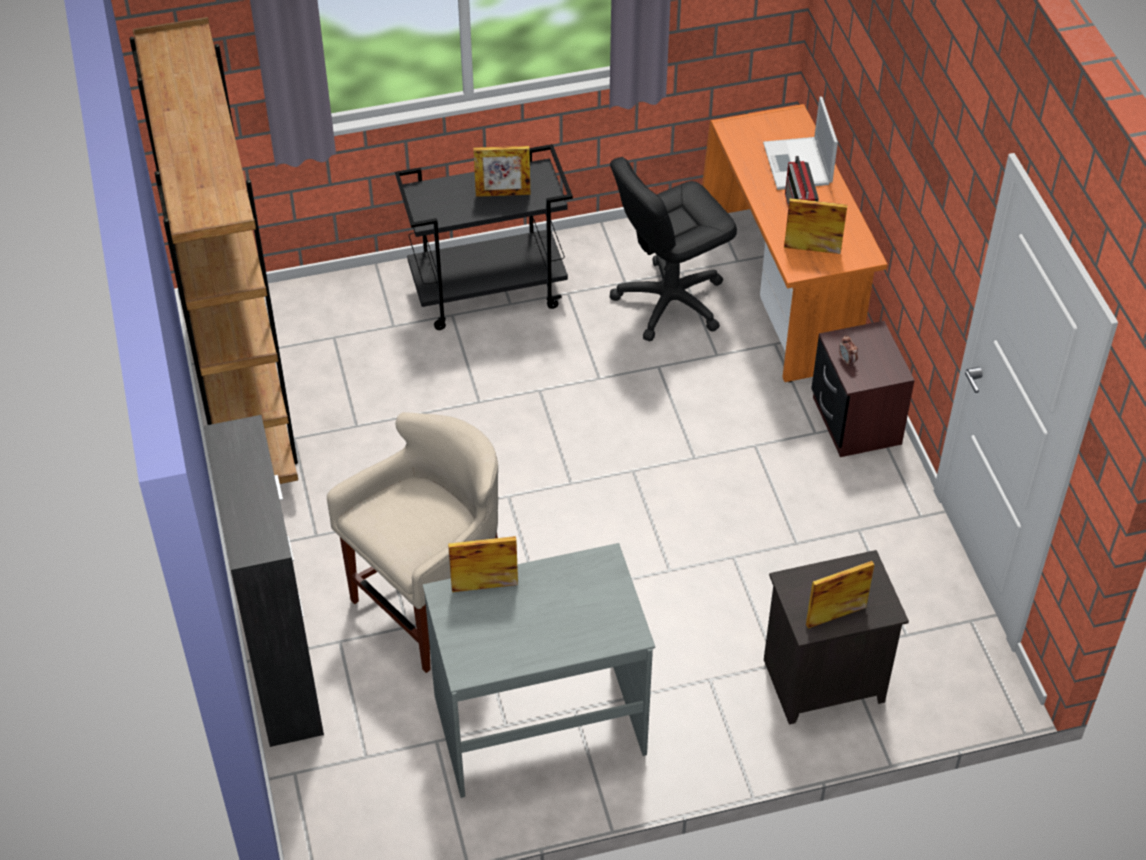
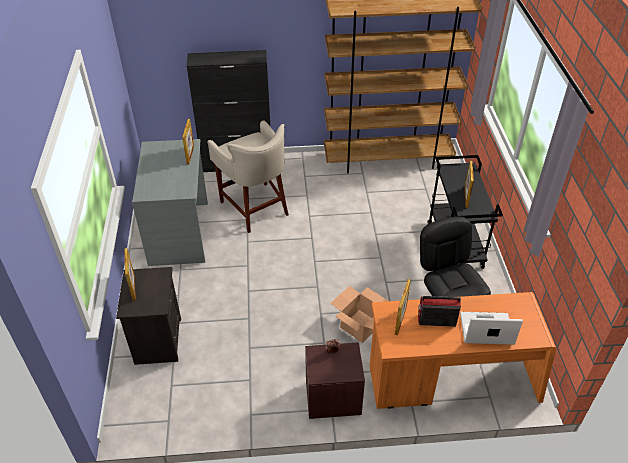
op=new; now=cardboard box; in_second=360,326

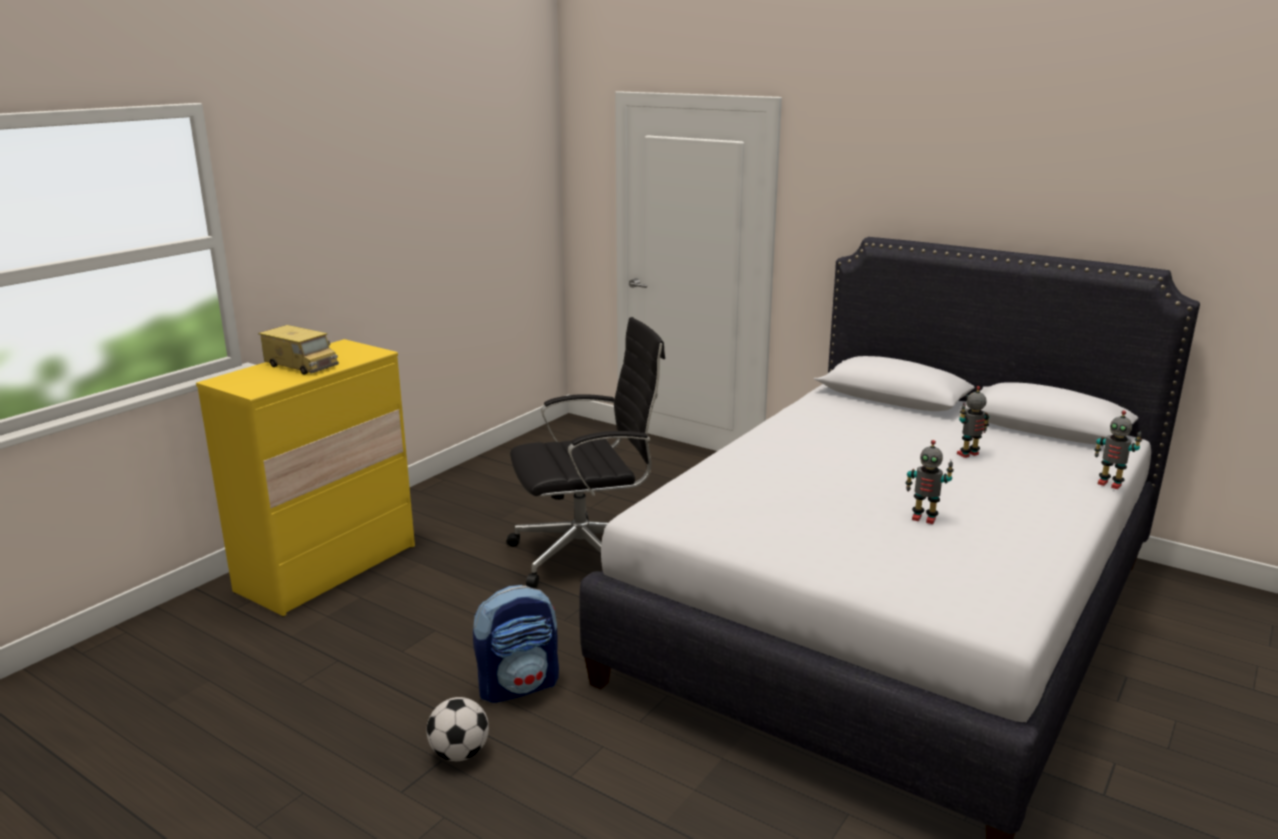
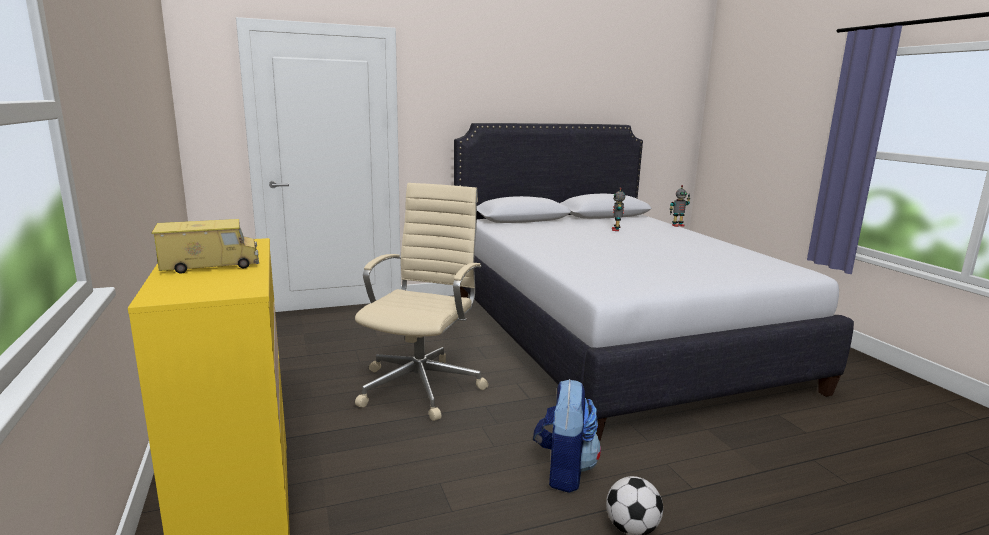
op=repainted; was=office chair/black; now=office chair/beige; in_first=587,554; in_second=422,385
op=gone; was=toy robot; in_first=924,518

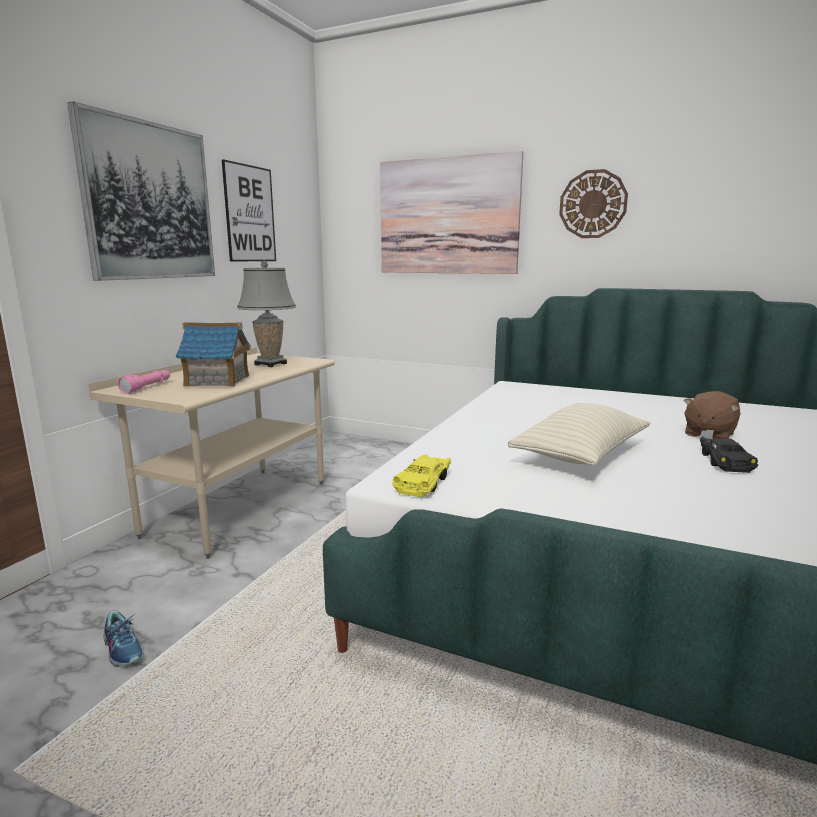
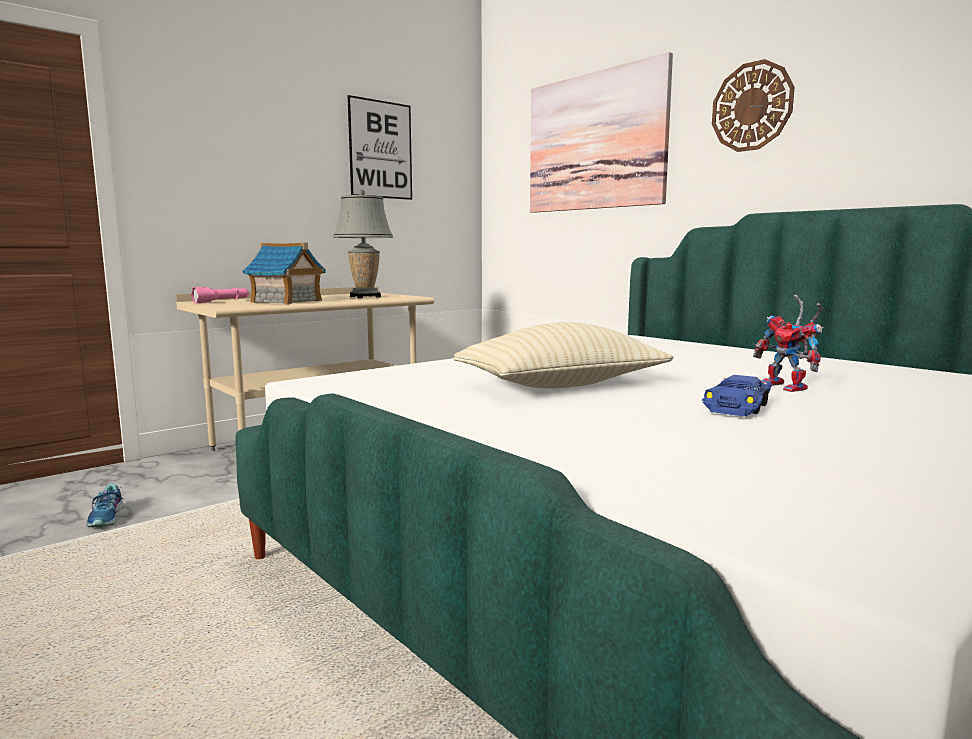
op=gone; was=picture; in_first=149,202
op=swapped; was=plush toy/brown; now=toy robot; in_first=708,434; in_second=789,387
op=repainted; was=toy car/black; now=toy car/blue; in_first=724,461; in_second=740,407
op=gone; was=toy car/yellow; in_first=424,483

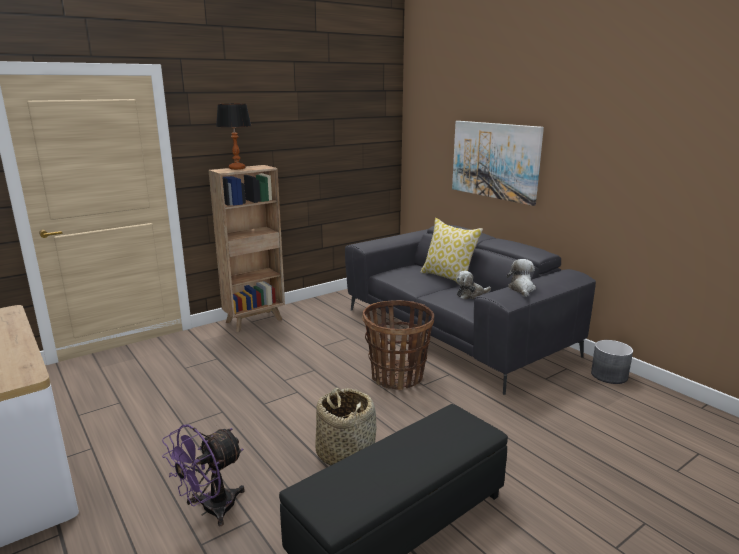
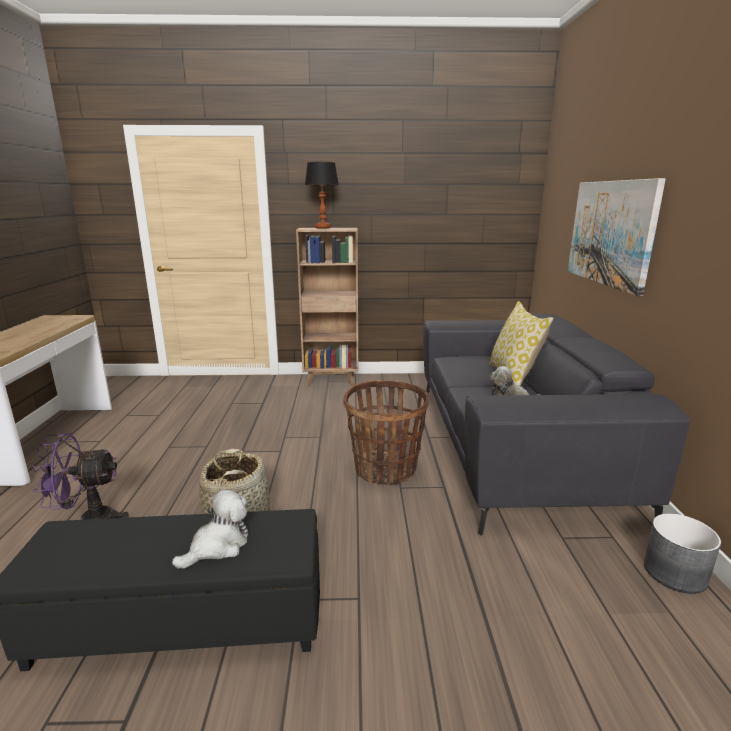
op=shifted; was=plush toy; in_first=521,289; in_second=218,546

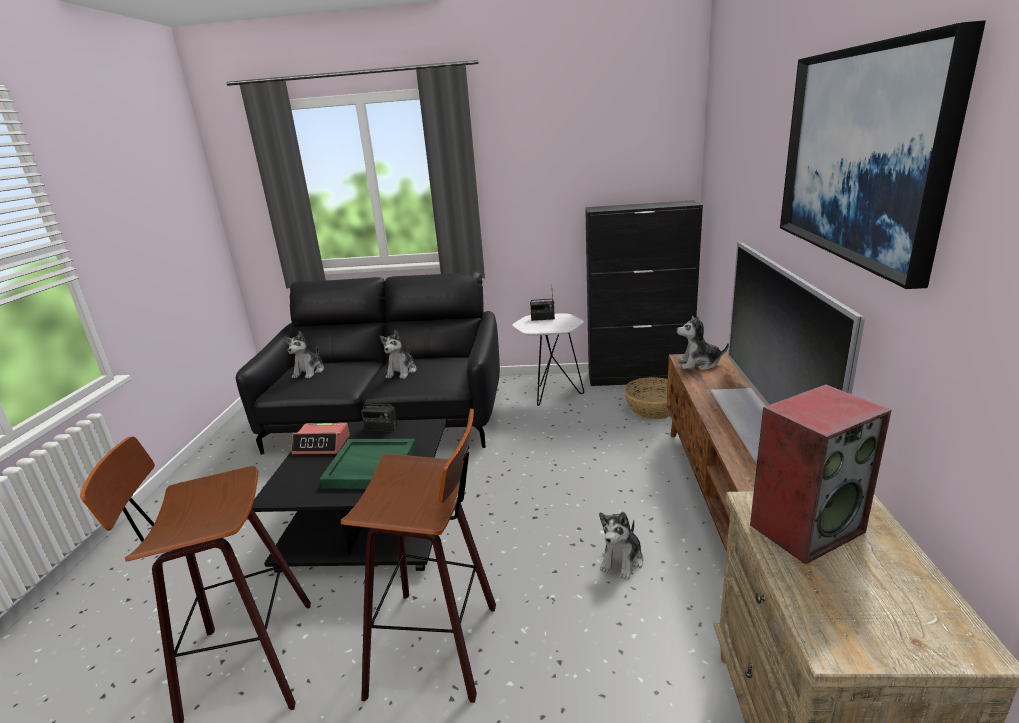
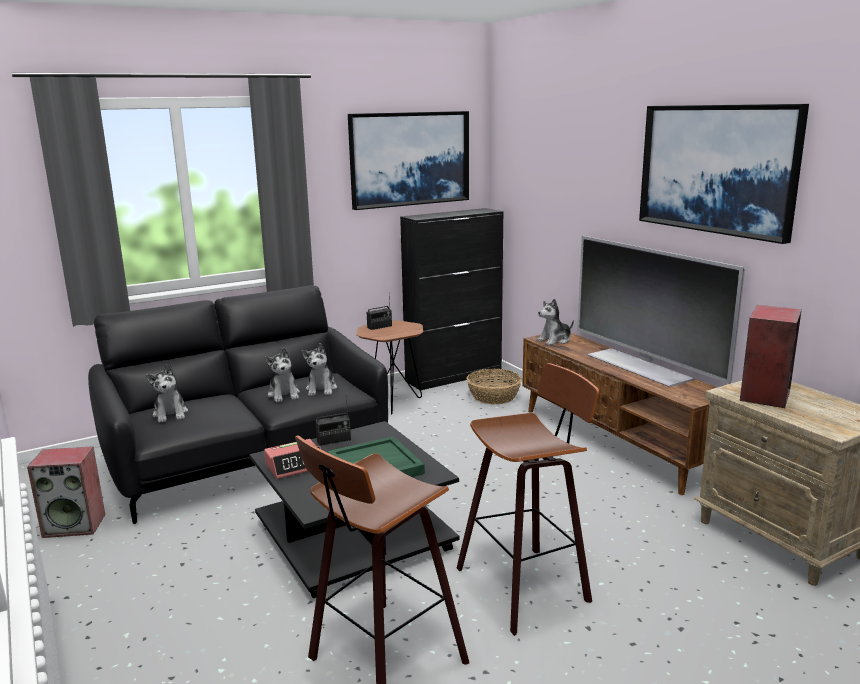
op=repainted; was=side table/white; now=side table/brown; in_first=551,395; in_second=392,404
op=shifted; was=plush toy; in_first=622,560; in_second=321,389
op=new; now=picture; in_second=409,159
op=new; now=speaker; in_second=75,525

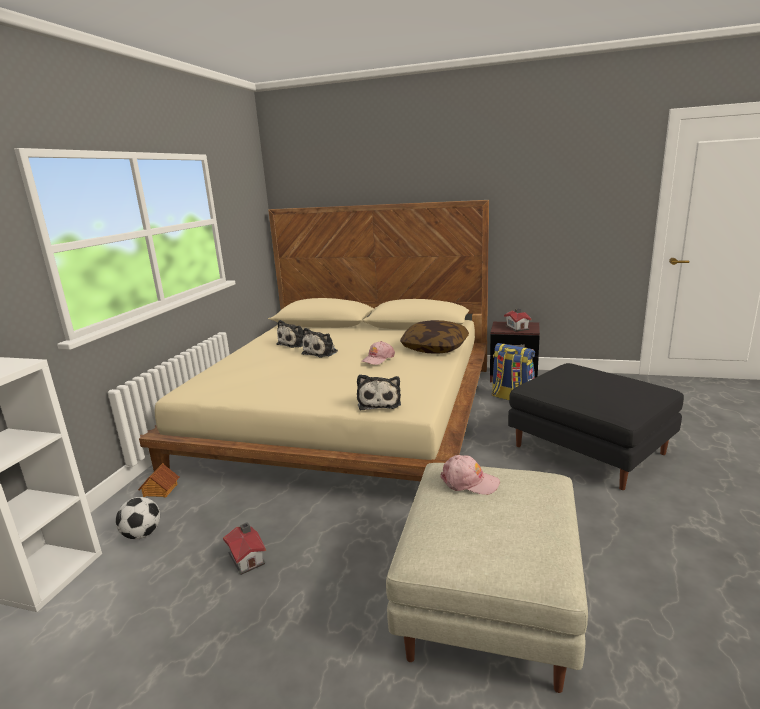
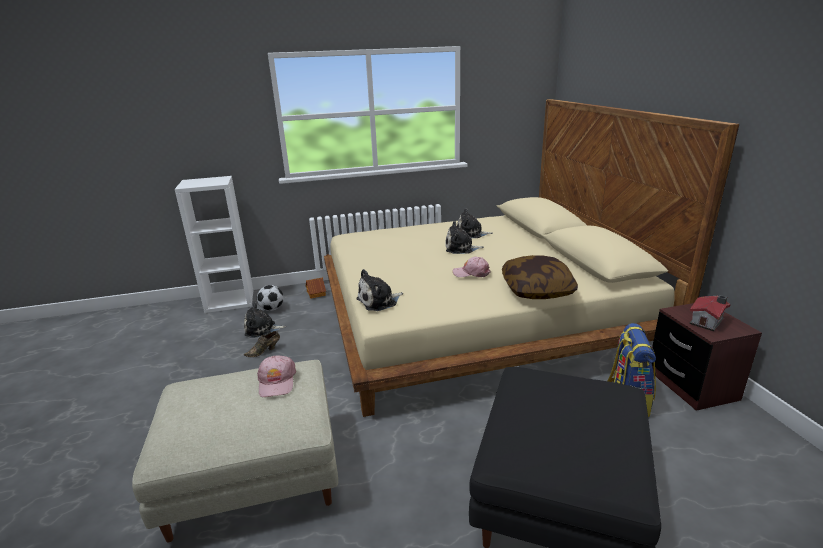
op=swapped; was=toy house; now=shoe/brown; in_first=247,558; in_second=264,351
op=new; now=plush toy; in_second=262,329

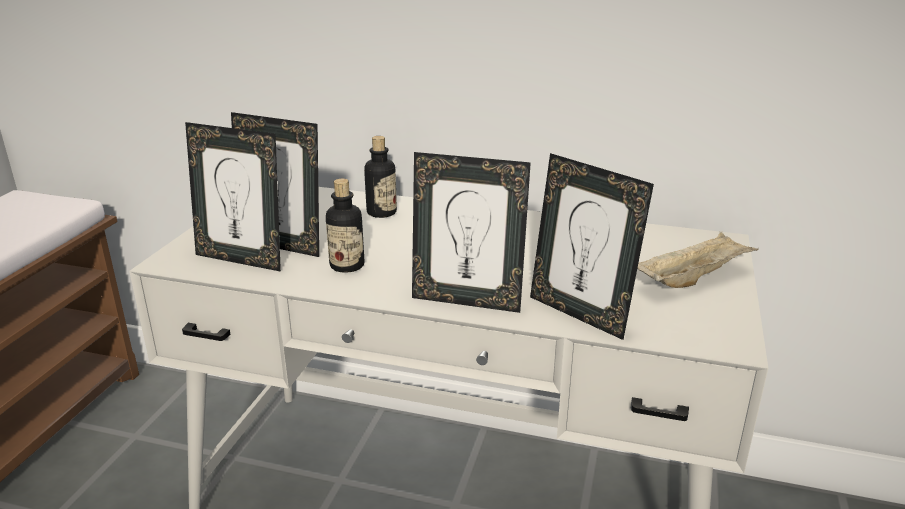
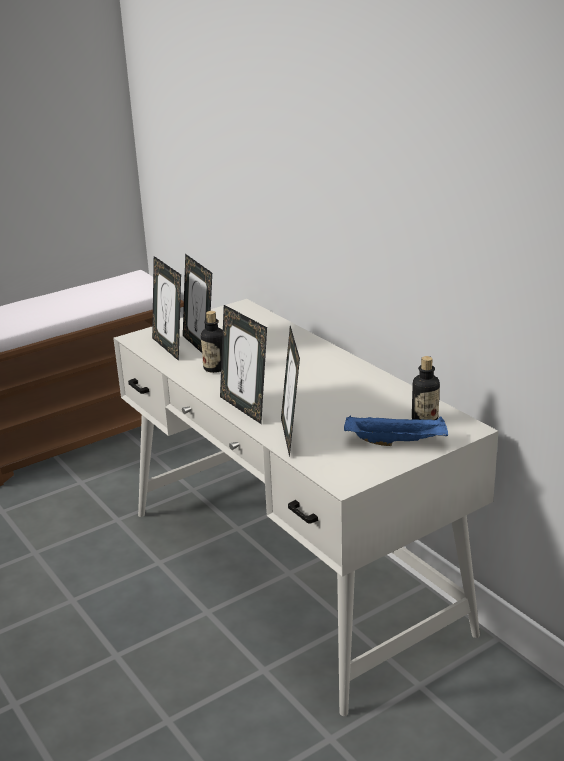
op=shifted; was=bottle; in_first=381,212; in_second=424,420
op=repainted; was=tray/beige; now=tray/blue; in_first=692,278; in_second=397,442

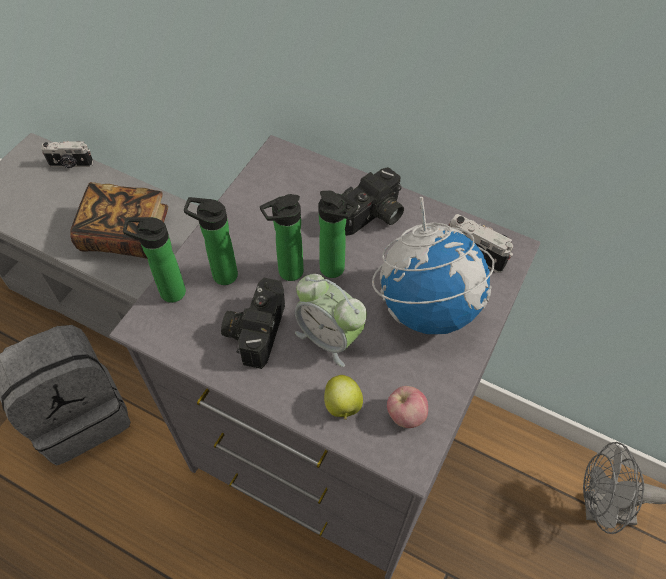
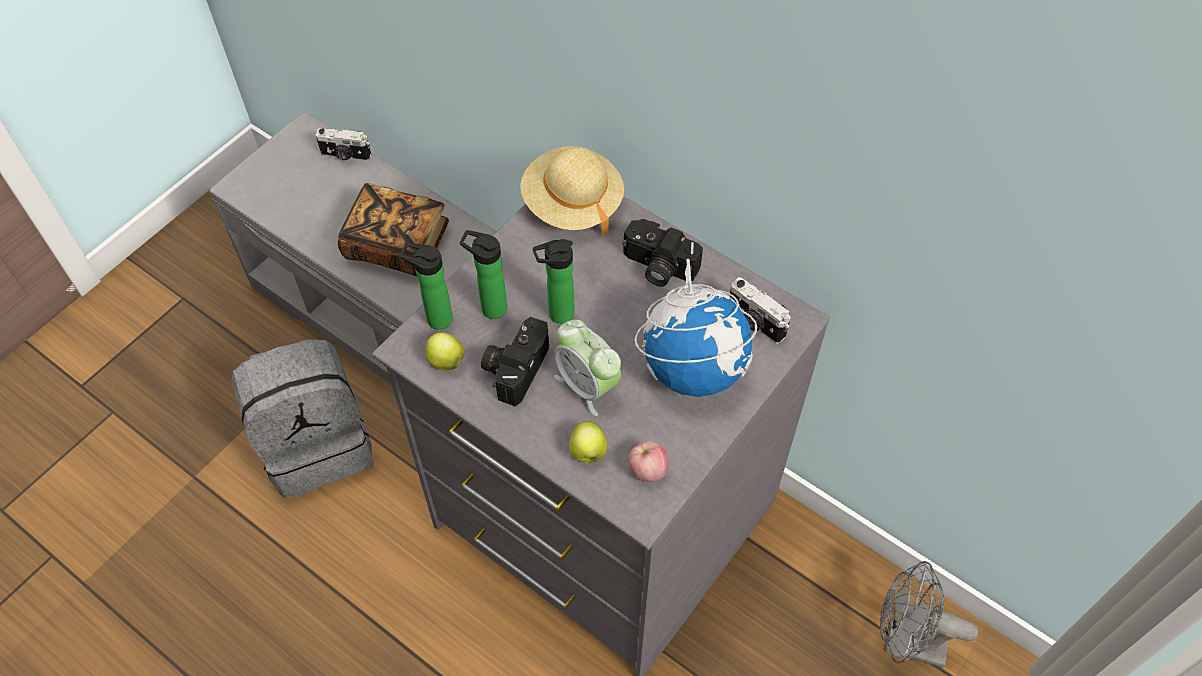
op=rotated; was=photo camera; in_first=372,216; in_second=657,267; clockwise=60
op=gone; was=bottle; in_first=335,270
op=new; now=hat/beige; in_second=572,204
op=new; now=apple; in_second=445,361

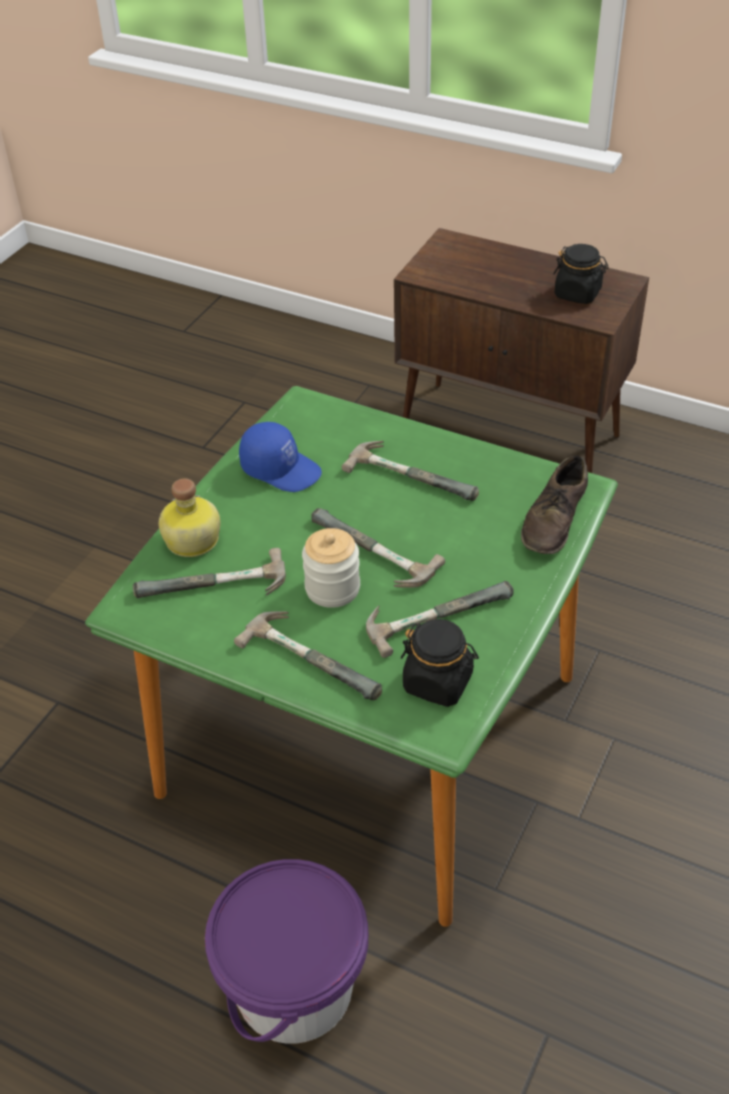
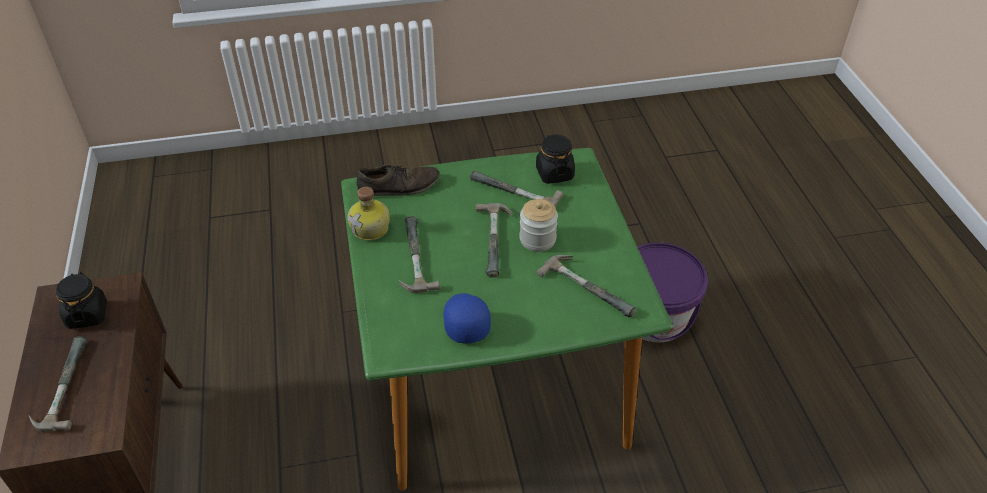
op=shifted; was=bottle; in_first=191,541; in_second=371,229
op=shifted; was=hammer; in_first=317,656; in_second=60,386

